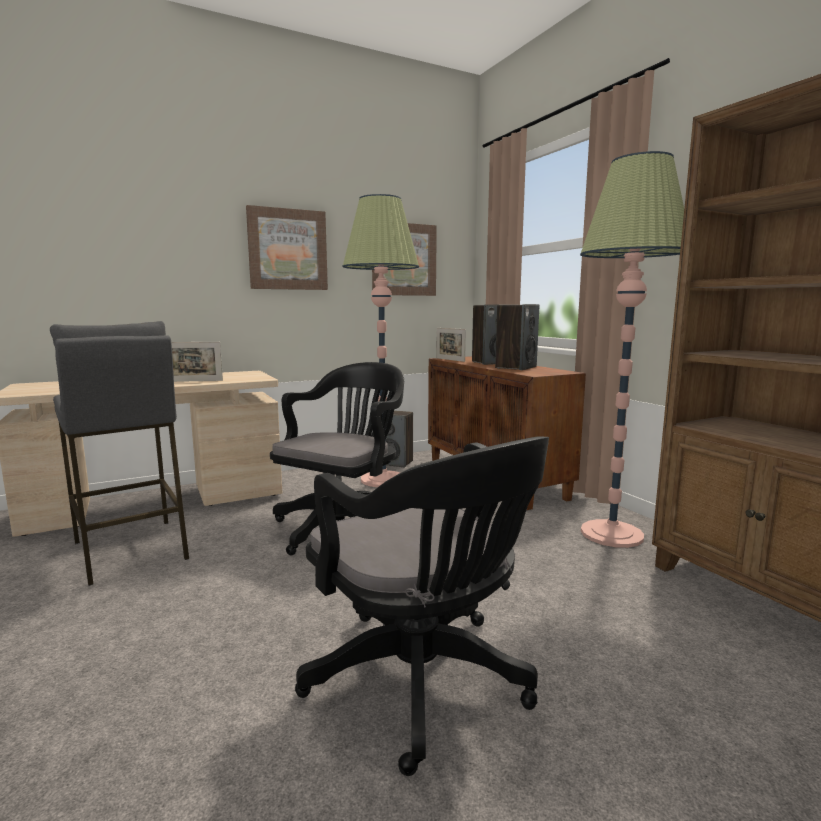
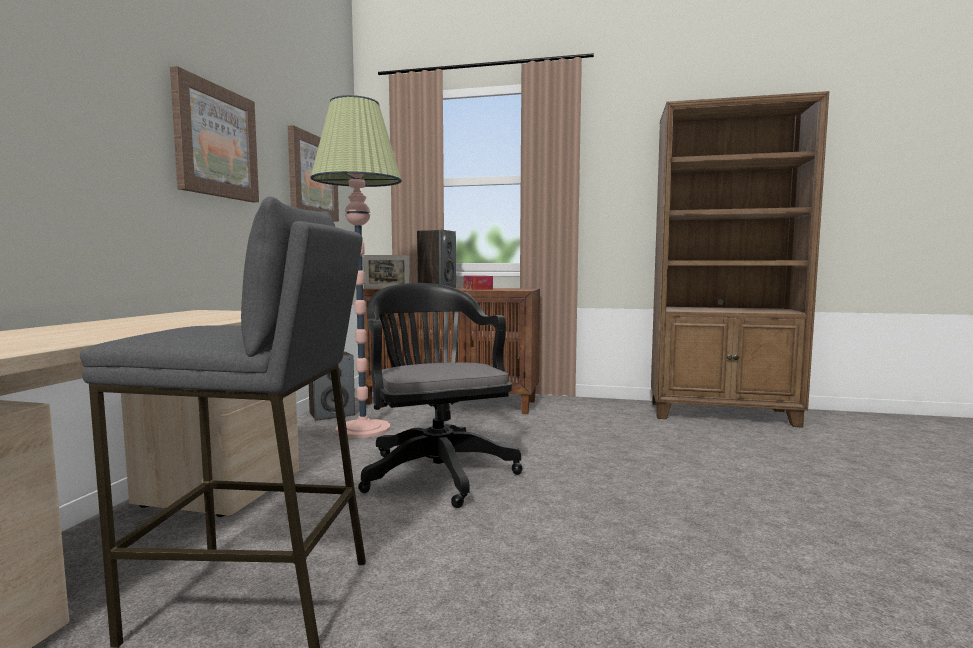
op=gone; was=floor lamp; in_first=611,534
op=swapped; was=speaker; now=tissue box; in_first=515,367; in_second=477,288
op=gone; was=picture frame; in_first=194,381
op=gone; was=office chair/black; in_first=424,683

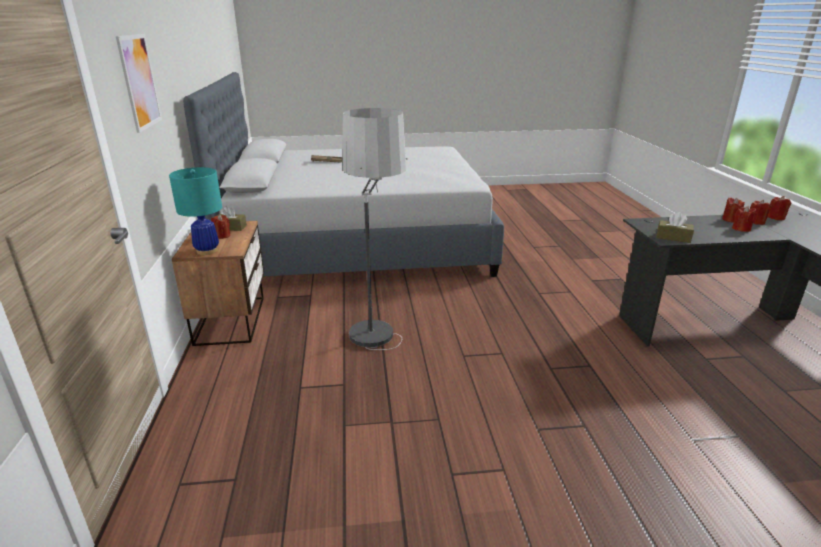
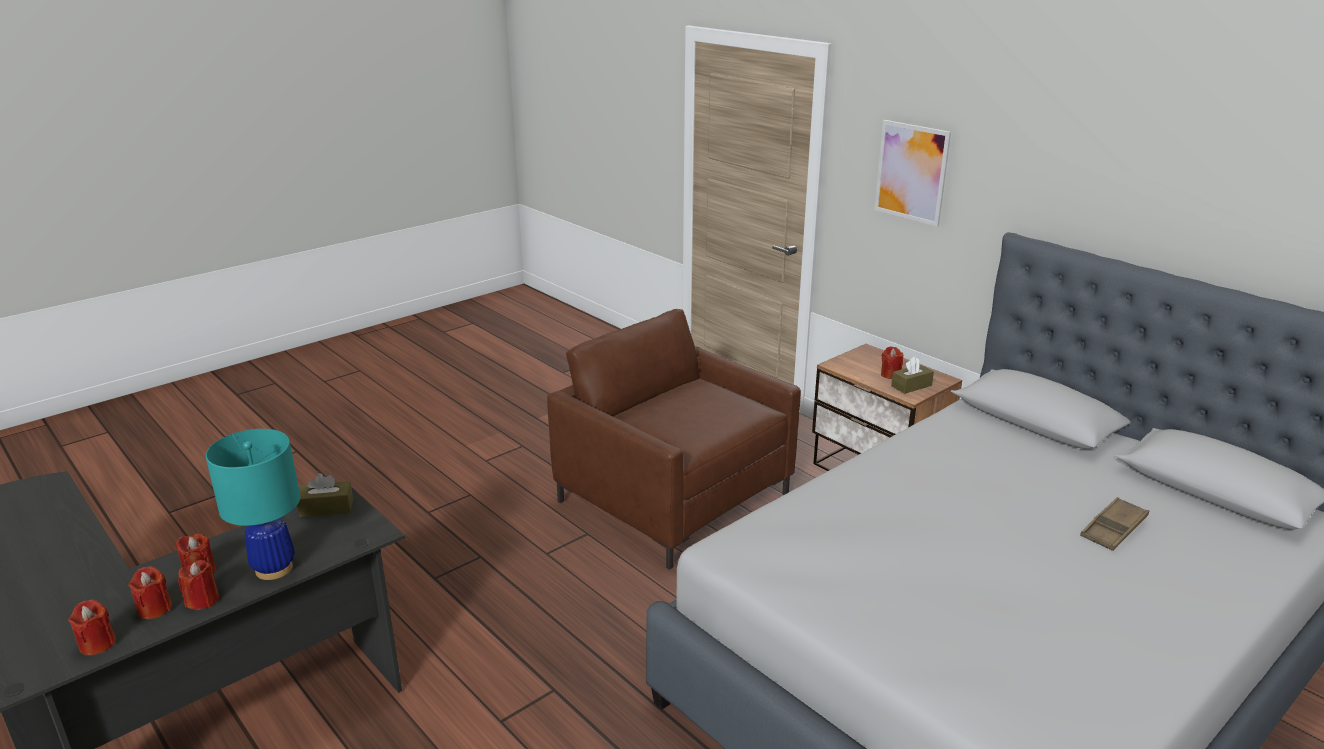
op=swapped; was=floor lamp; now=armchair/brown; in_first=377,357; in_second=674,498
op=shifted; was=table lamp/turquoise; in_first=207,251; in_second=274,568

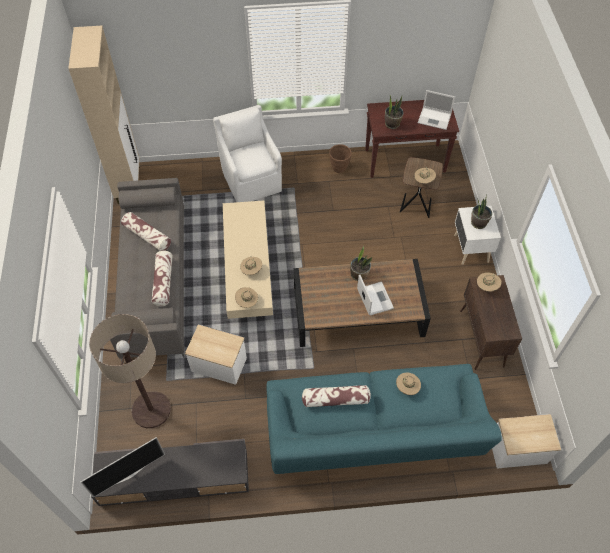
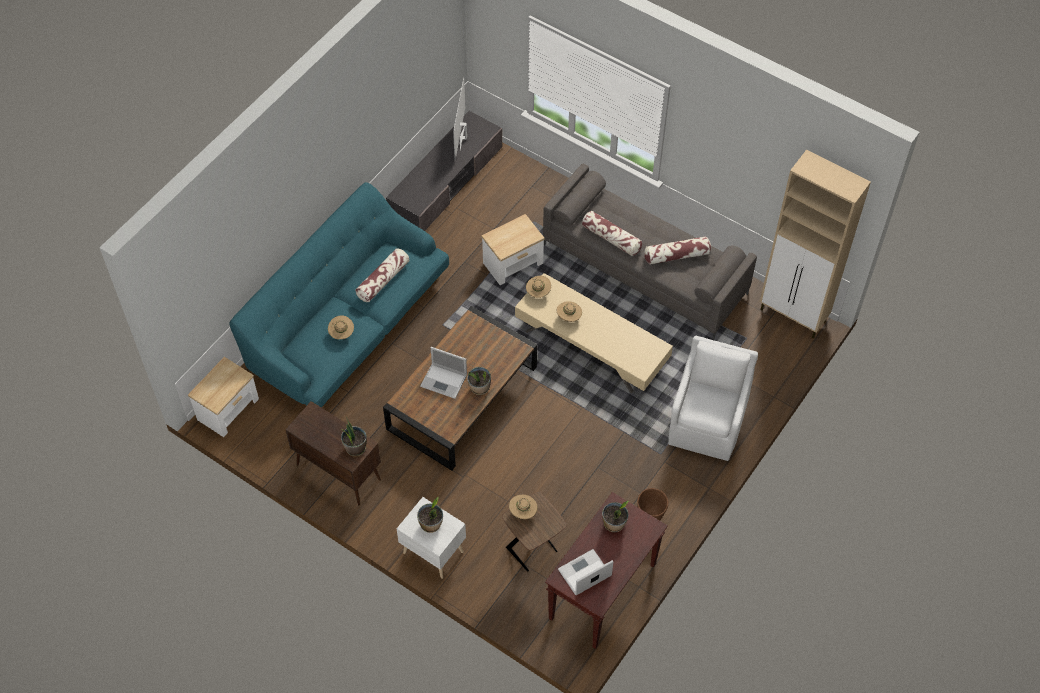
op=rotated; was=armchair/white; in_first=251,179; in_second=707,423; clockwise=-90
op=swapped; was=hat/beige; now=potted plant; in_first=487,286; in_second=355,448
op=gone; was=floor lamp; in_first=151,410

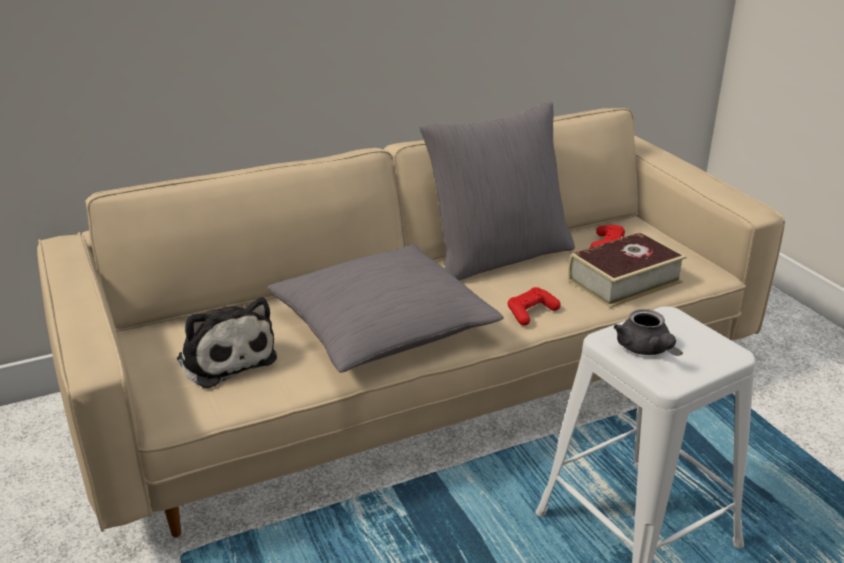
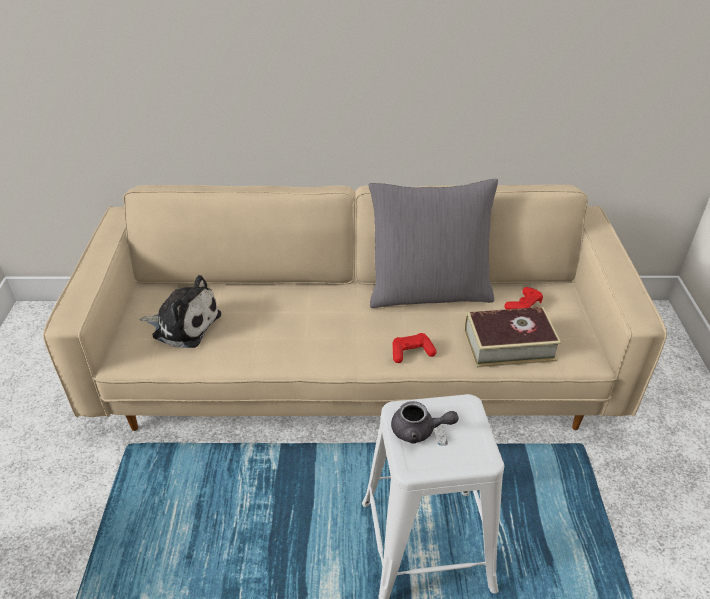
op=gone; was=pillow/grey; in_first=382,327
op=rotated; was=plush toy; in_first=225,358; in_second=183,325; clockwise=-60
op=rotated; was=teapot/grey; in_first=645,349; in_second=419,431; clockwise=-90

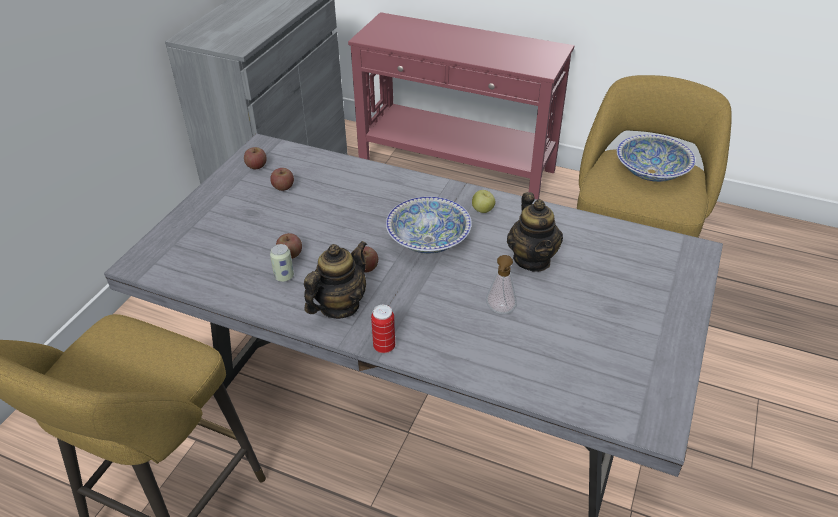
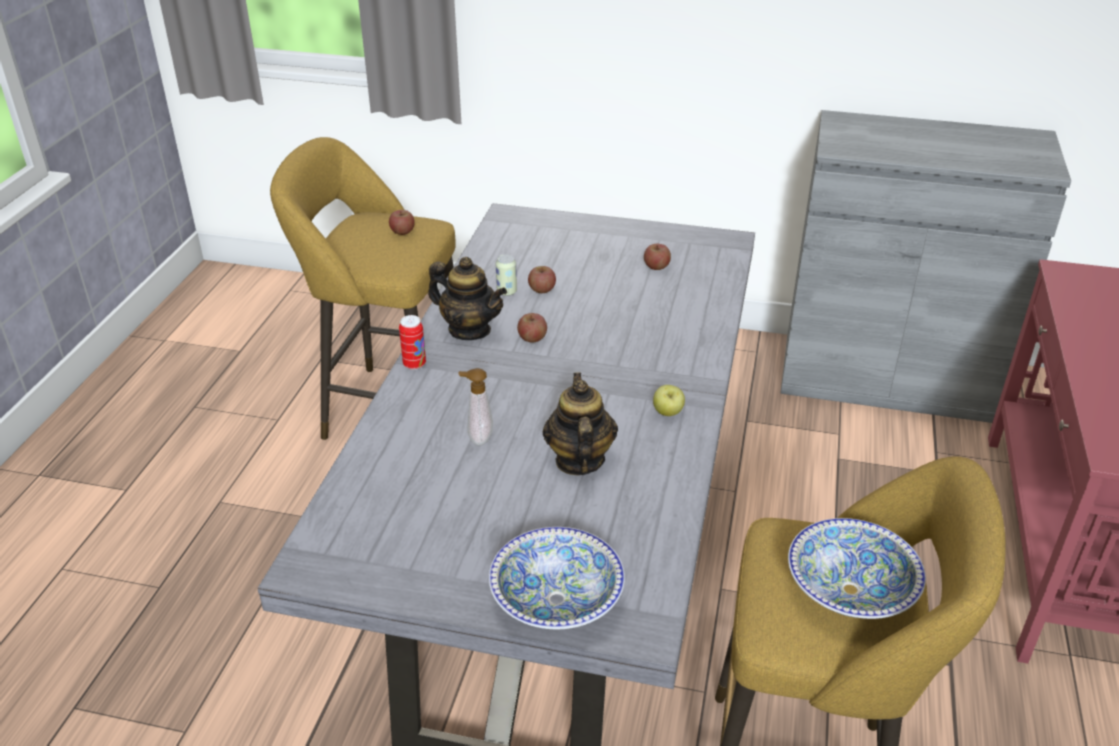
op=shifted; was=apple; in_first=256,166; in_second=402,231
op=rotated; was=teapot; in_first=532,259; in_second=579,460; clockwise=105
op=shifted; was=bowl; in_first=429,240; in_second=556,600

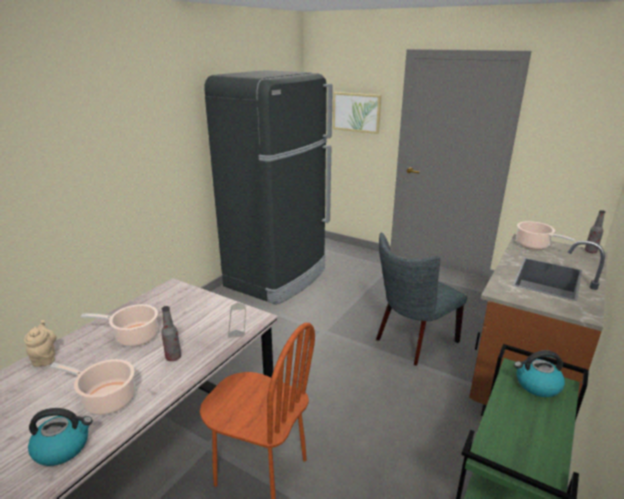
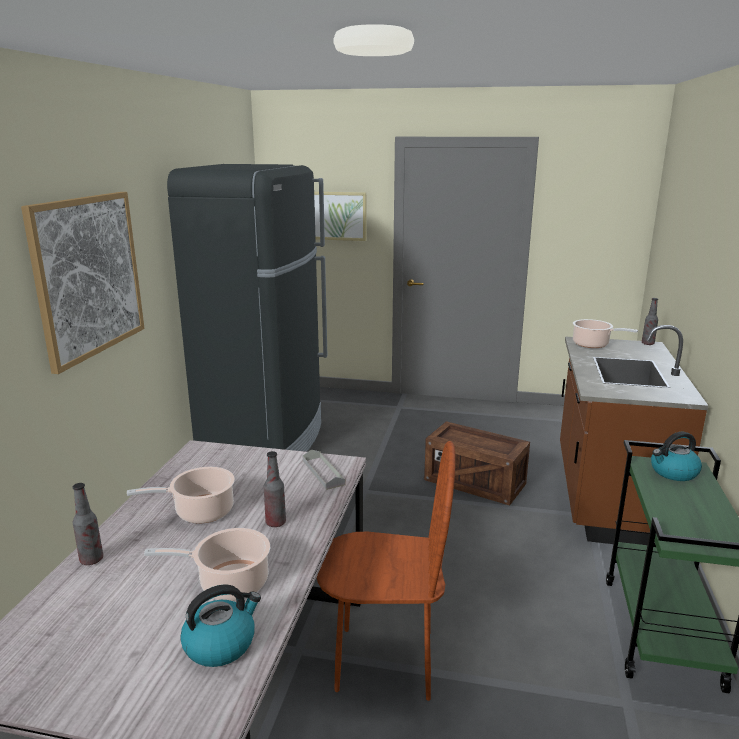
op=swapped; was=chair/grey; now=crate; in_first=412,342; in_second=474,482
op=swapped; was=teapot/beige; now=bottle; in_first=45,358; in_second=91,560
op=new; now=picture; in_second=88,276

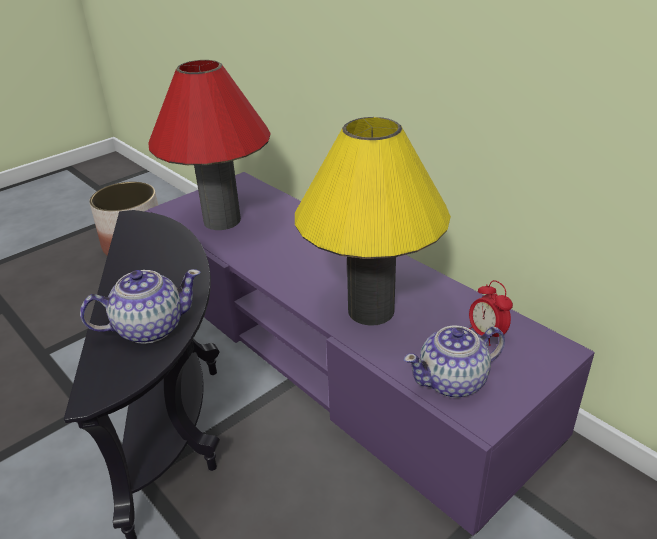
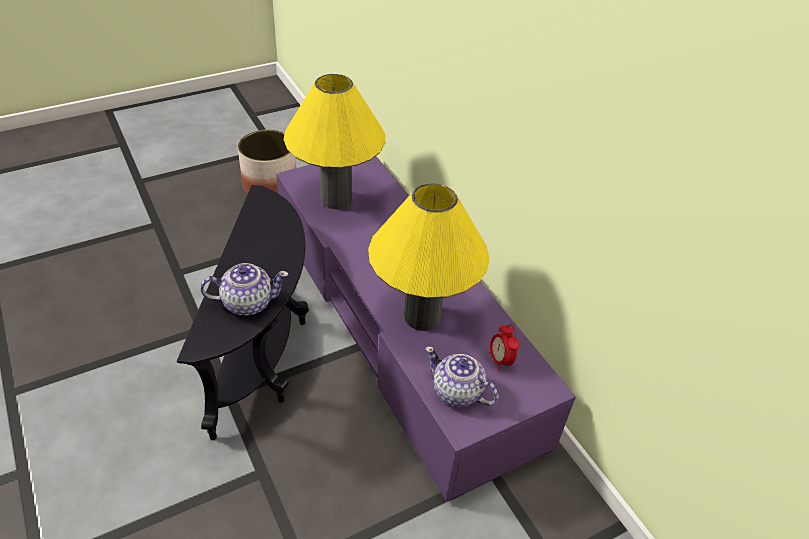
op=repainted; was=table lamp/red; now=table lamp/yellow; in_first=222,220; in_second=336,199
op=rotated; was=teapot; in_first=453,381; in_second=457,392; clockwise=45

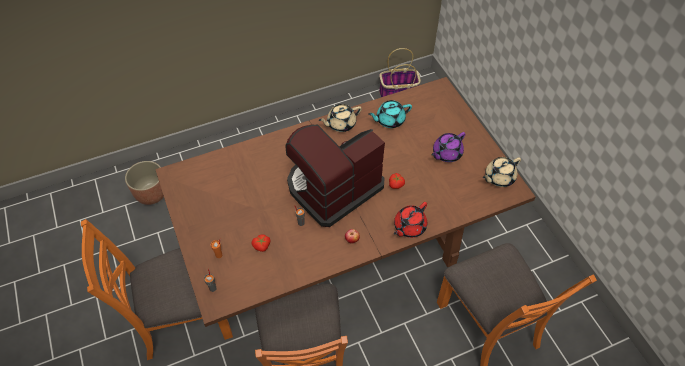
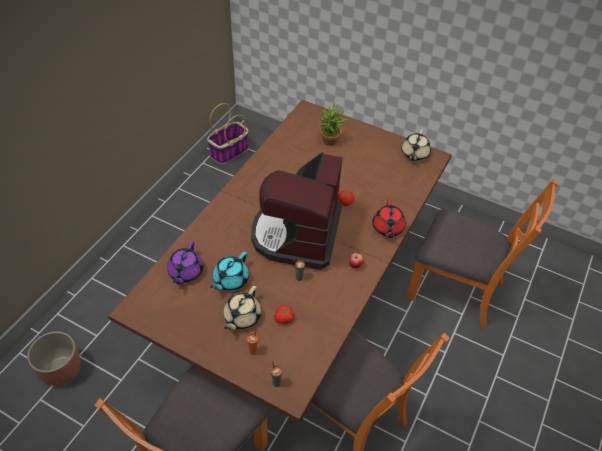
op=shifted; was=teapot/turquoise; in_first=389,120; in_second=230,280
op=shifted; was=teapot/beige; in_first=340,124; in_second=241,317
op=shifted; was=teapot/purple; in_first=446,153; in_second=185,272
op=new; now=potted plant; in_second=329,143

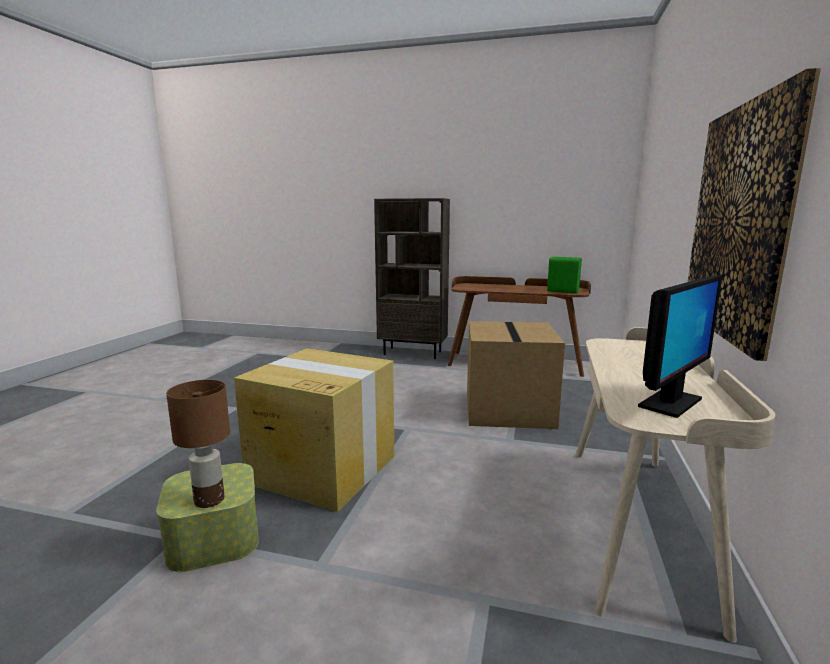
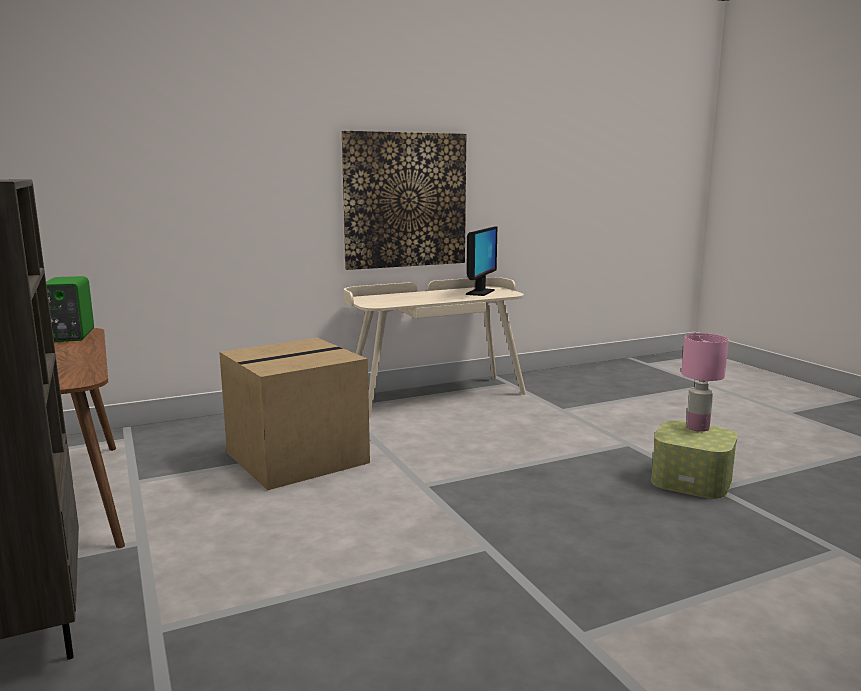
op=rotated; was=monitor; in_first=670,403; in_second=480,292; clockwise=105
op=gone; was=cardboard box; in_first=321,469
op=repainted; was=table lamp/brown; now=table lamp/pink; in_first=209,500; in_second=697,428

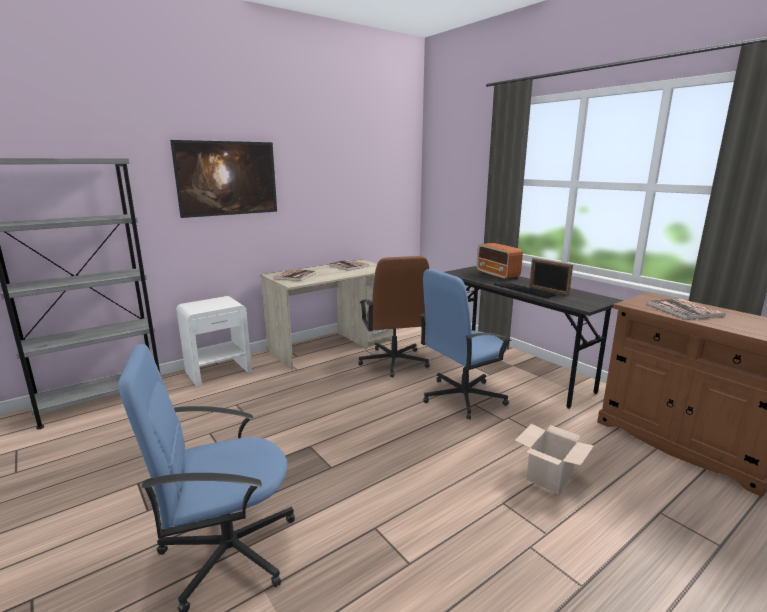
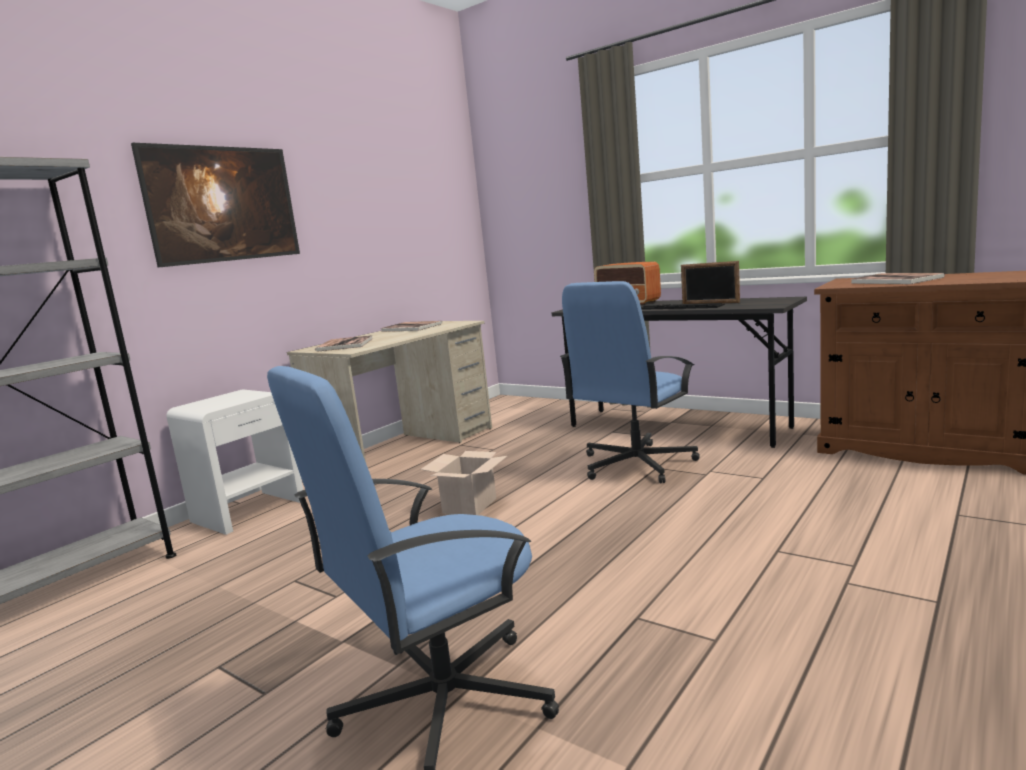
op=gone; was=office chair/brown; in_first=394,362
op=shifted; was=cardboard box; in_first=549,476; in_second=469,505

